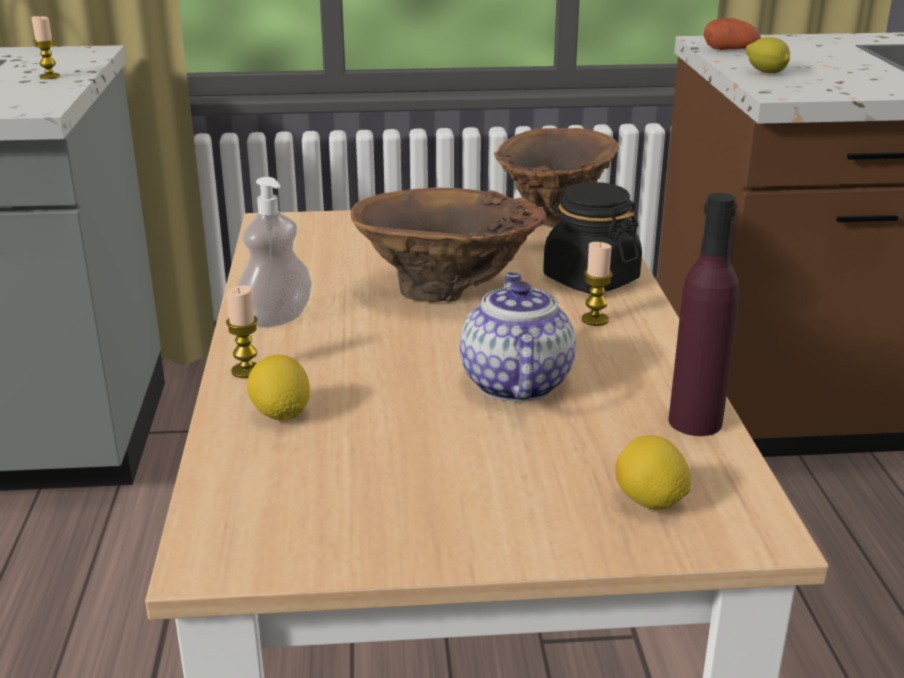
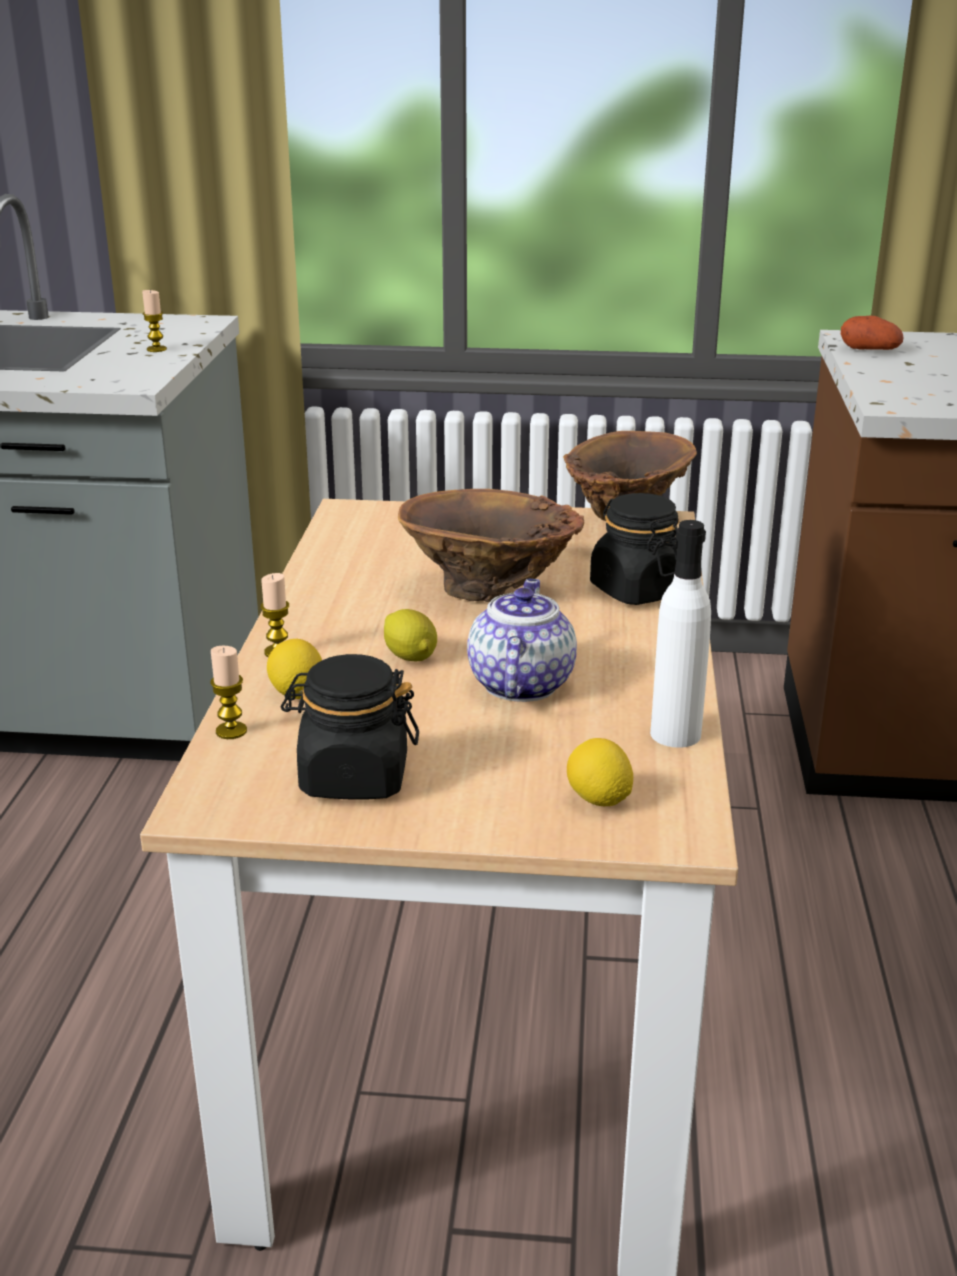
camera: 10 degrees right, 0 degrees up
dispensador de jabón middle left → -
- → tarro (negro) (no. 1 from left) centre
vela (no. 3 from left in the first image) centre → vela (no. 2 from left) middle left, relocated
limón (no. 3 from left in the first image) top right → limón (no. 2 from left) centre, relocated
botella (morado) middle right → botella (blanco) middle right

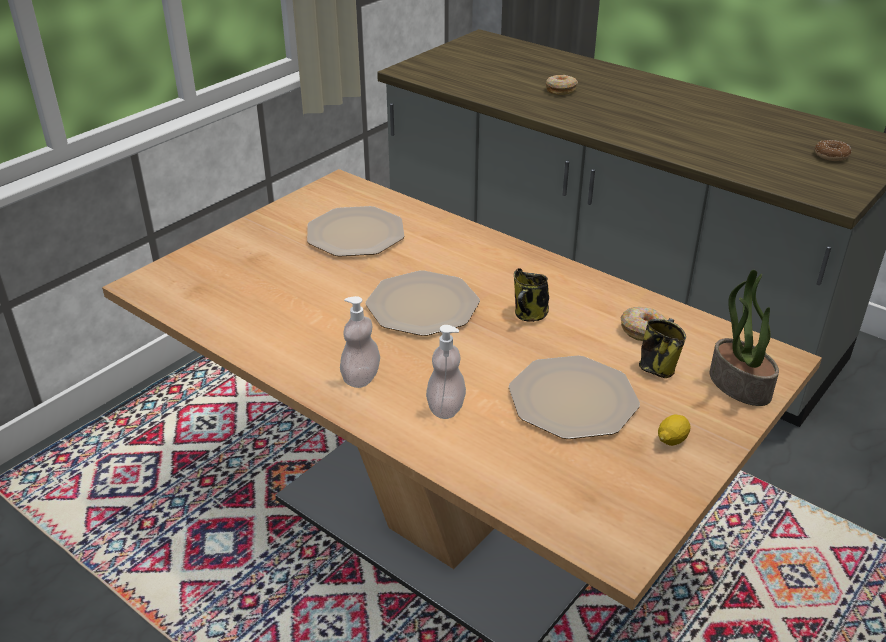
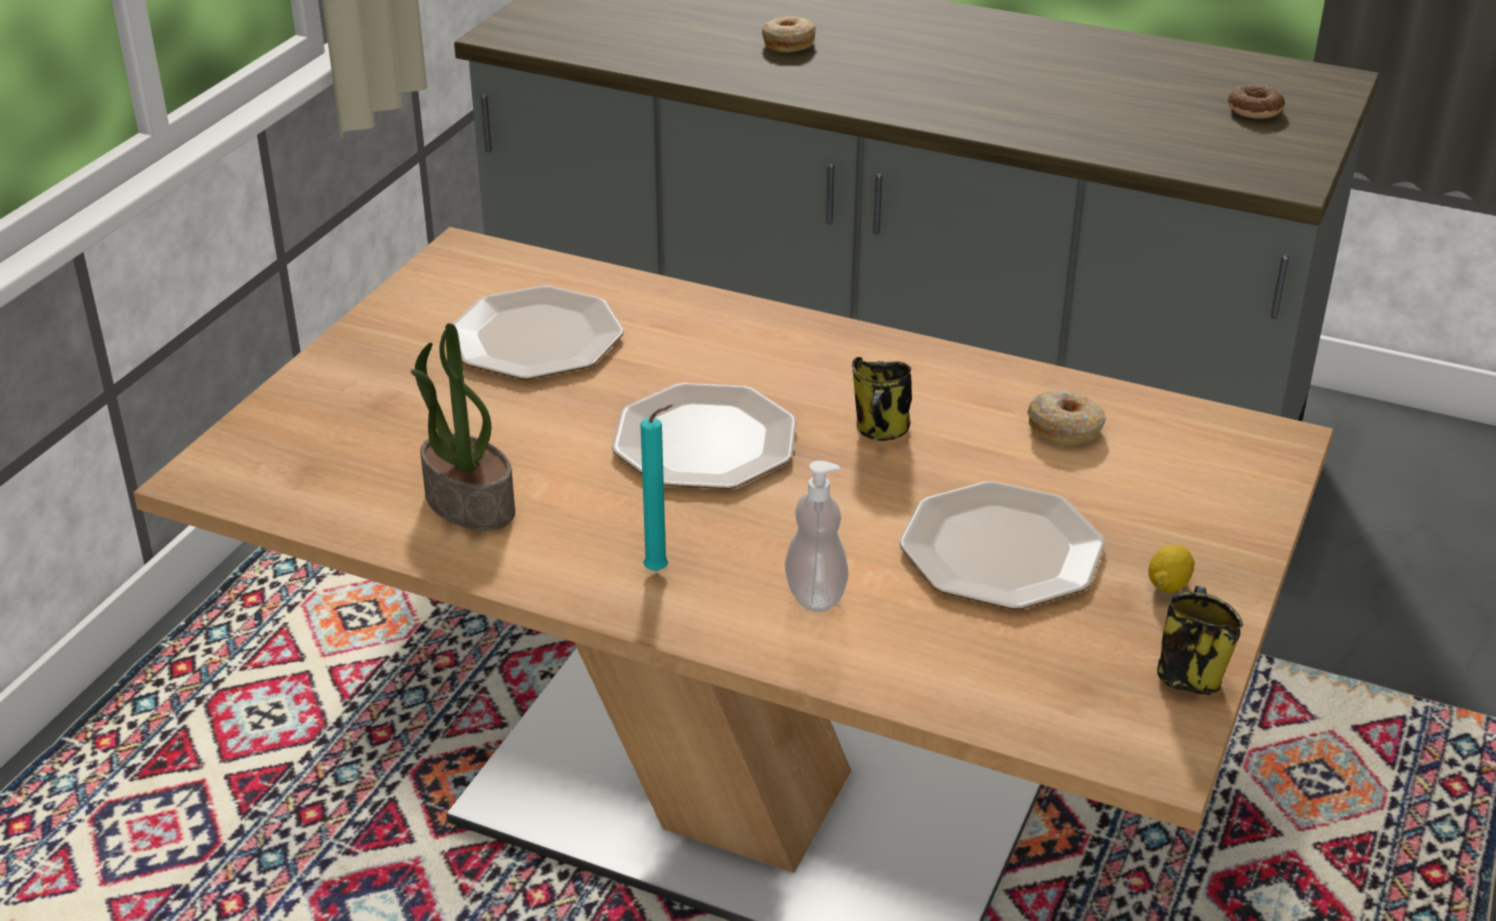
camera: 15 degrees left, 0 degrees up
taza grande (no. 2 from left) middle right → taza grande (no. 2 from left) bottom right, relocated
planta en maceta middle right → planta en maceta middle left, relocated
dispensador de jabón (no. 1 from left) centre → vela (turquesa) centre

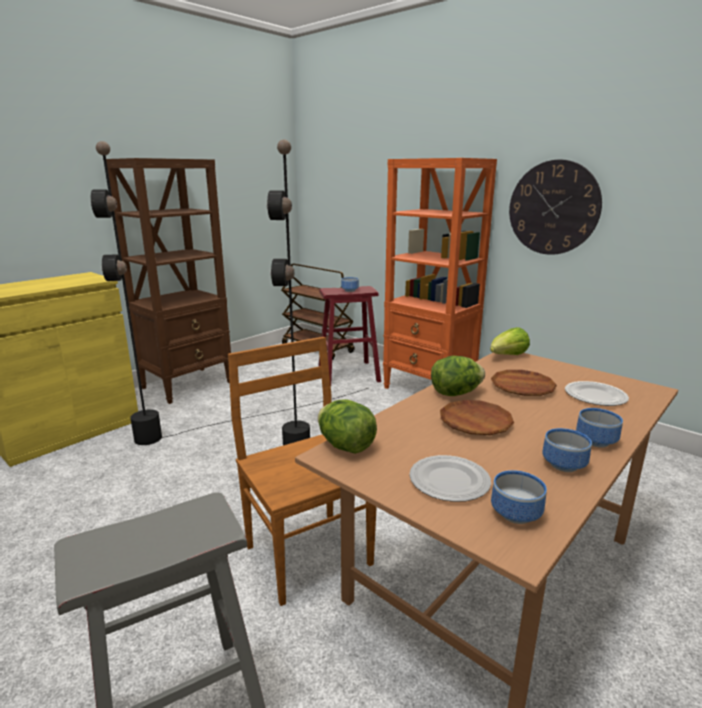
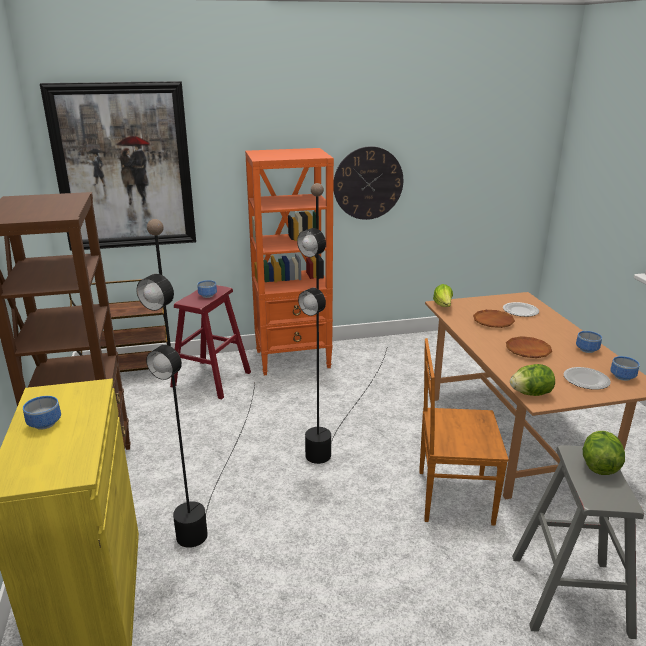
camera: 55 degrees left, 5 degrees up
- → cuadro top left
lechuga (no. 2 from left in the first image) centre → lechuga (no. 3 from left) bottom right, relocated
cuenco (no. 4 from left in the first image) middle right → cuenco (no. 1 from left) middle left, relocated

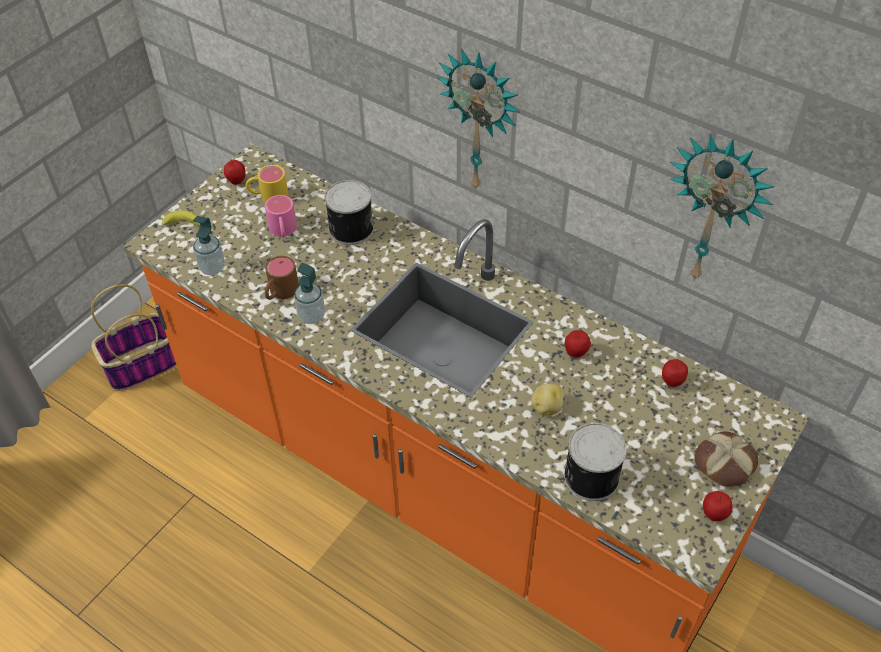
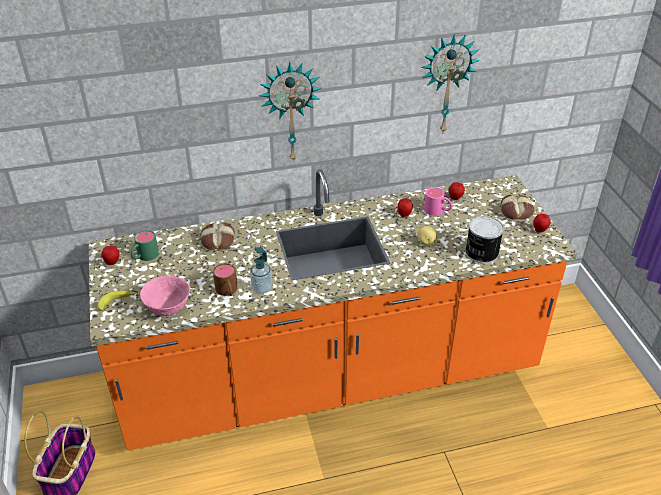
camera: 50 degrees left, 10 degrees down
taza grande (rosa) top left → taza grande (rosa) centre, relocated
dispensador de jabón (no. 1 from left) middle left → cuenco (rosa) middle left
lata (no. 1 from left) top centre → pan (no. 1 from left) middle left
taza grande (amarillo) top left → taza grande (verde) middle left

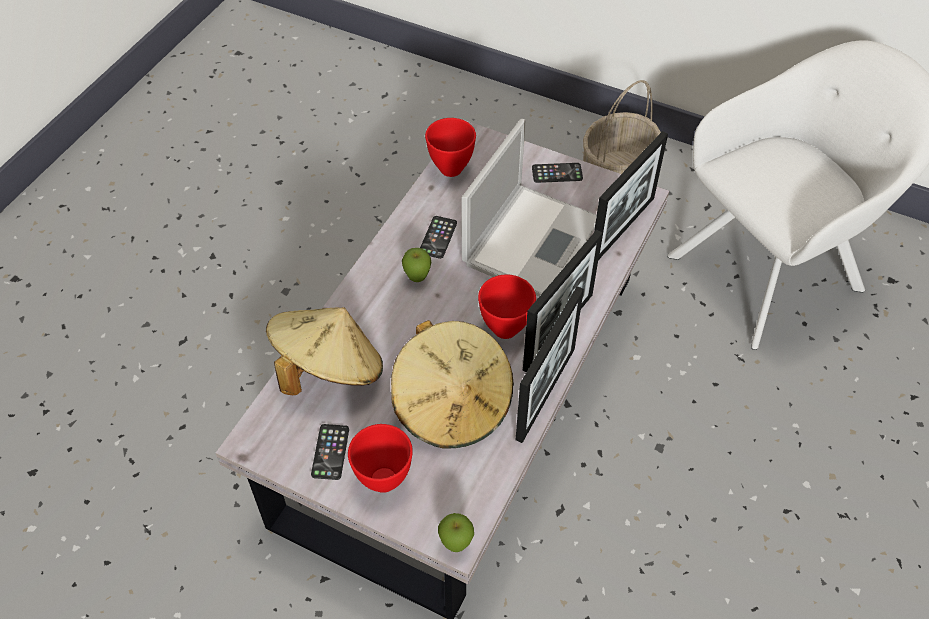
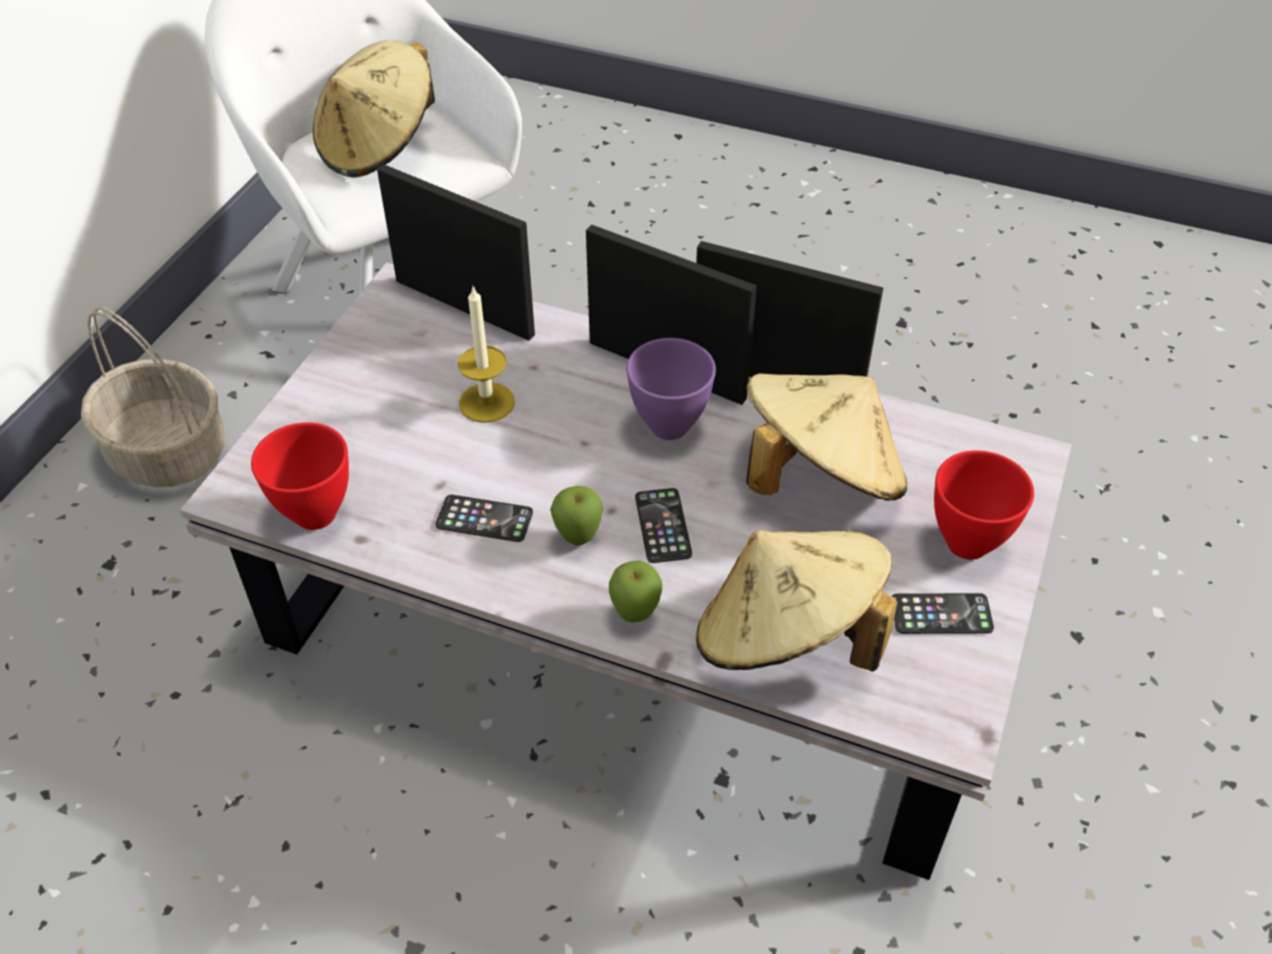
camera: 95 degrees left, 5 degrees down
- → sombrero (beis) (no. 1 from left) top left
manzana (no. 2 from left) bottom centre → manzana (no. 2 from left) centre, relocated
móvil (no. 3 from left in the first image) top centre → móvil (no. 2 from left) centre, relocated
portátil centre → vela centre
cuenco (rojo) (no. 3 from left) centre → cuenco (morado) centre

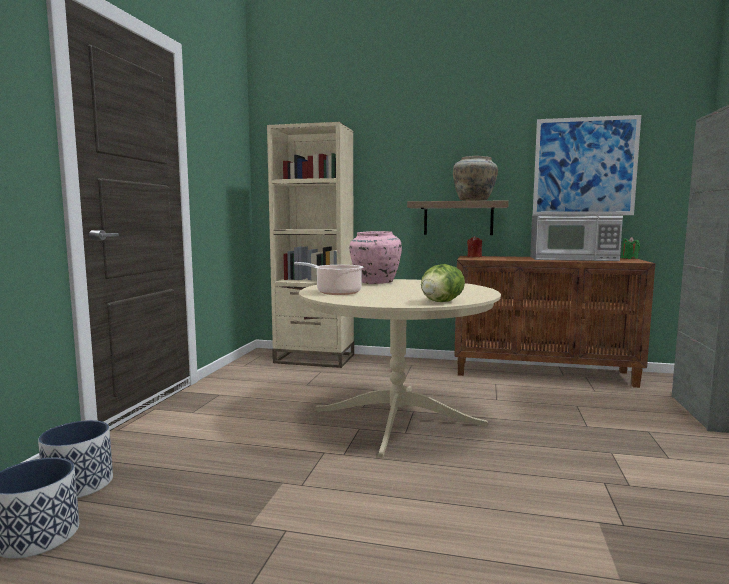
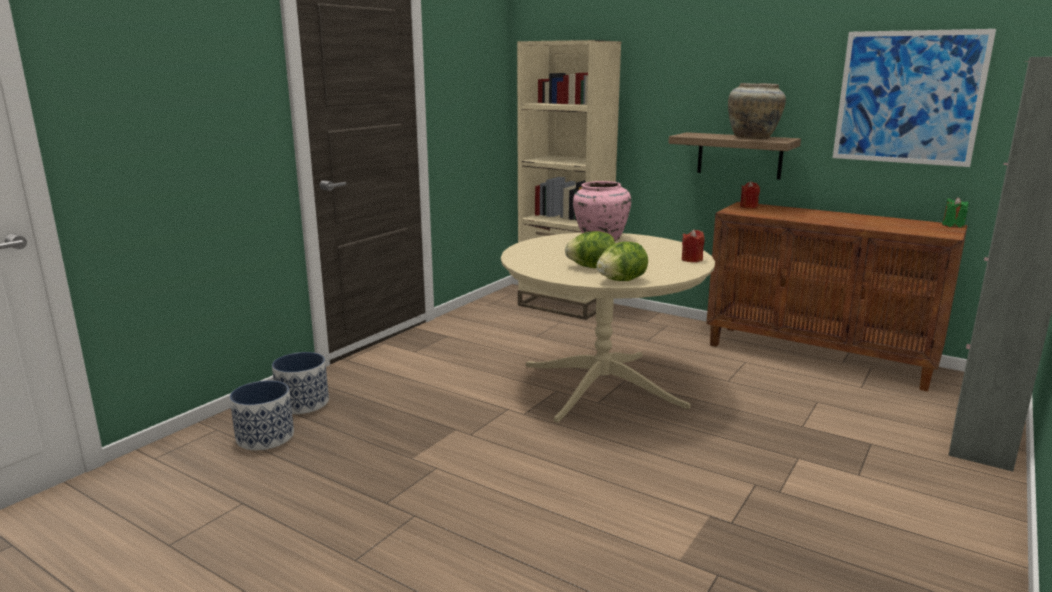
camera: 20 degrees right, 10 degrees up
olla centre → -
microondas middle right → -
- → lechuga (no. 1 from left) centre
- → vela (rojo) (no. 1 from left) centre

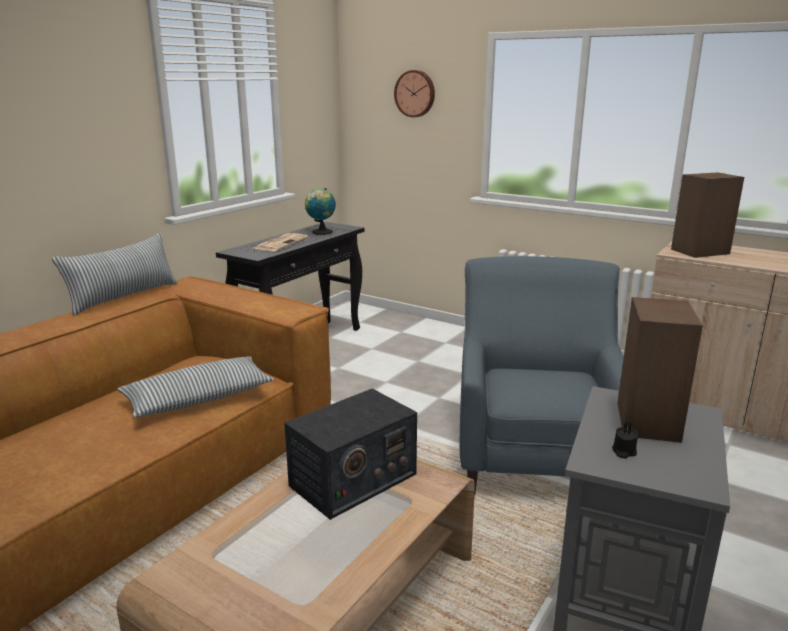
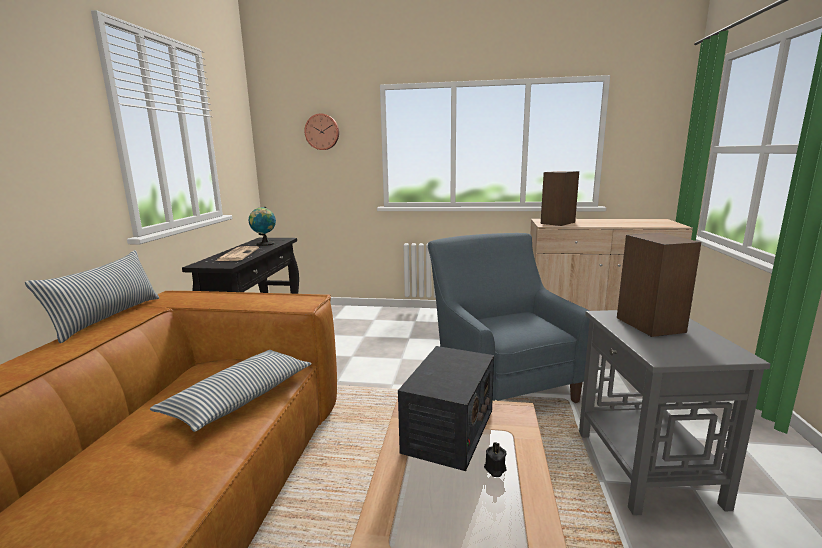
camera: 25 degrees left, 5 degrees down
vela (negro) bottom right → vela (negro) bottom centre, relocated

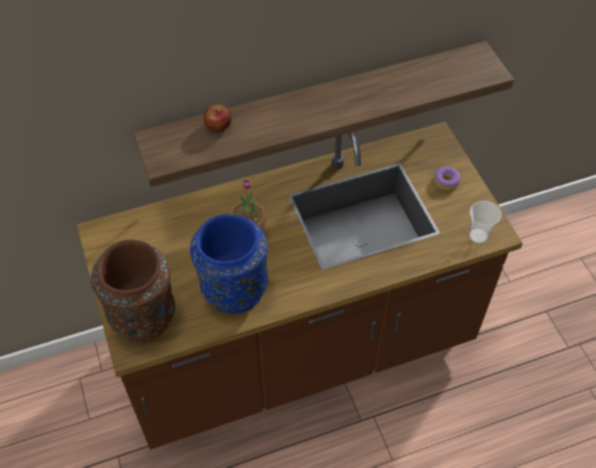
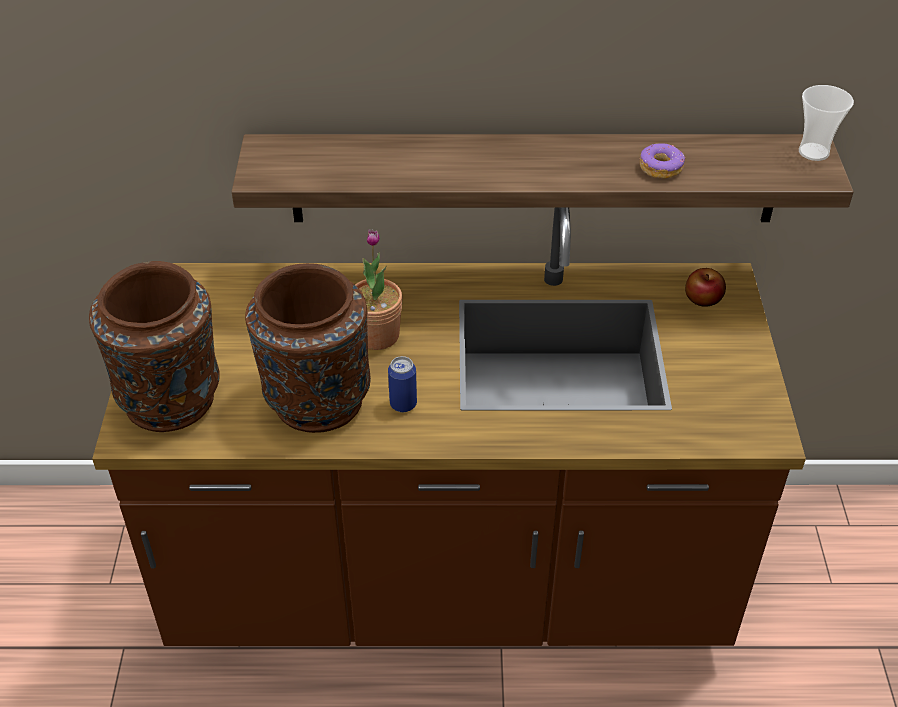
camera: 20 degrees right, 10 degrees down
- → lata centre
manzana top centre → manzana middle right, relocated
rosquilla middle right → rosquilla top right, relocated
taza middle right → taza top right, relocated
florero (azul) centre → florero (marrón) (no. 2 from left) centre

